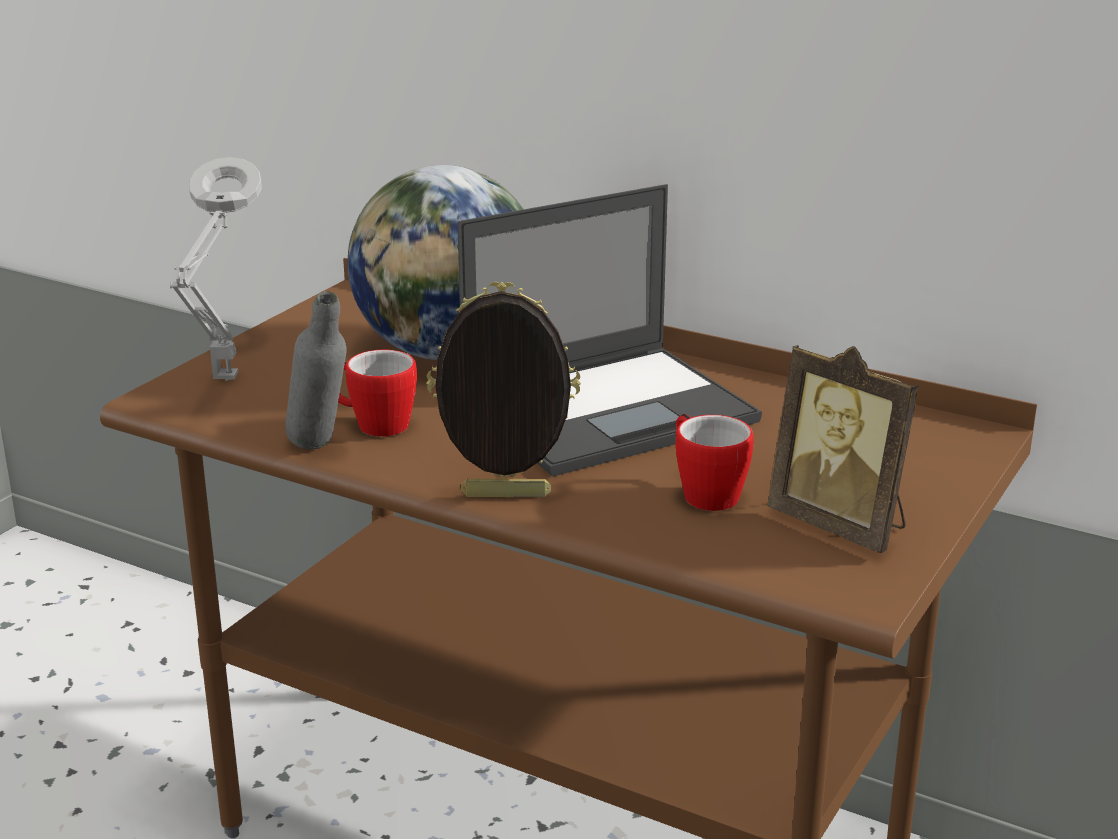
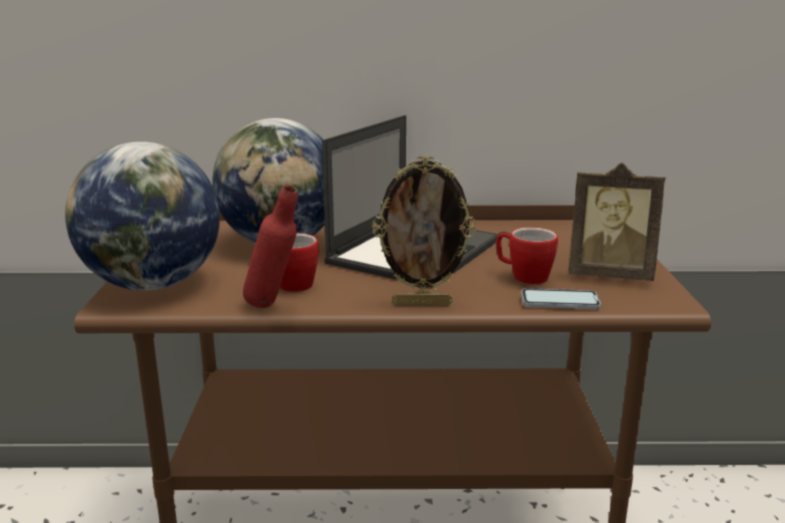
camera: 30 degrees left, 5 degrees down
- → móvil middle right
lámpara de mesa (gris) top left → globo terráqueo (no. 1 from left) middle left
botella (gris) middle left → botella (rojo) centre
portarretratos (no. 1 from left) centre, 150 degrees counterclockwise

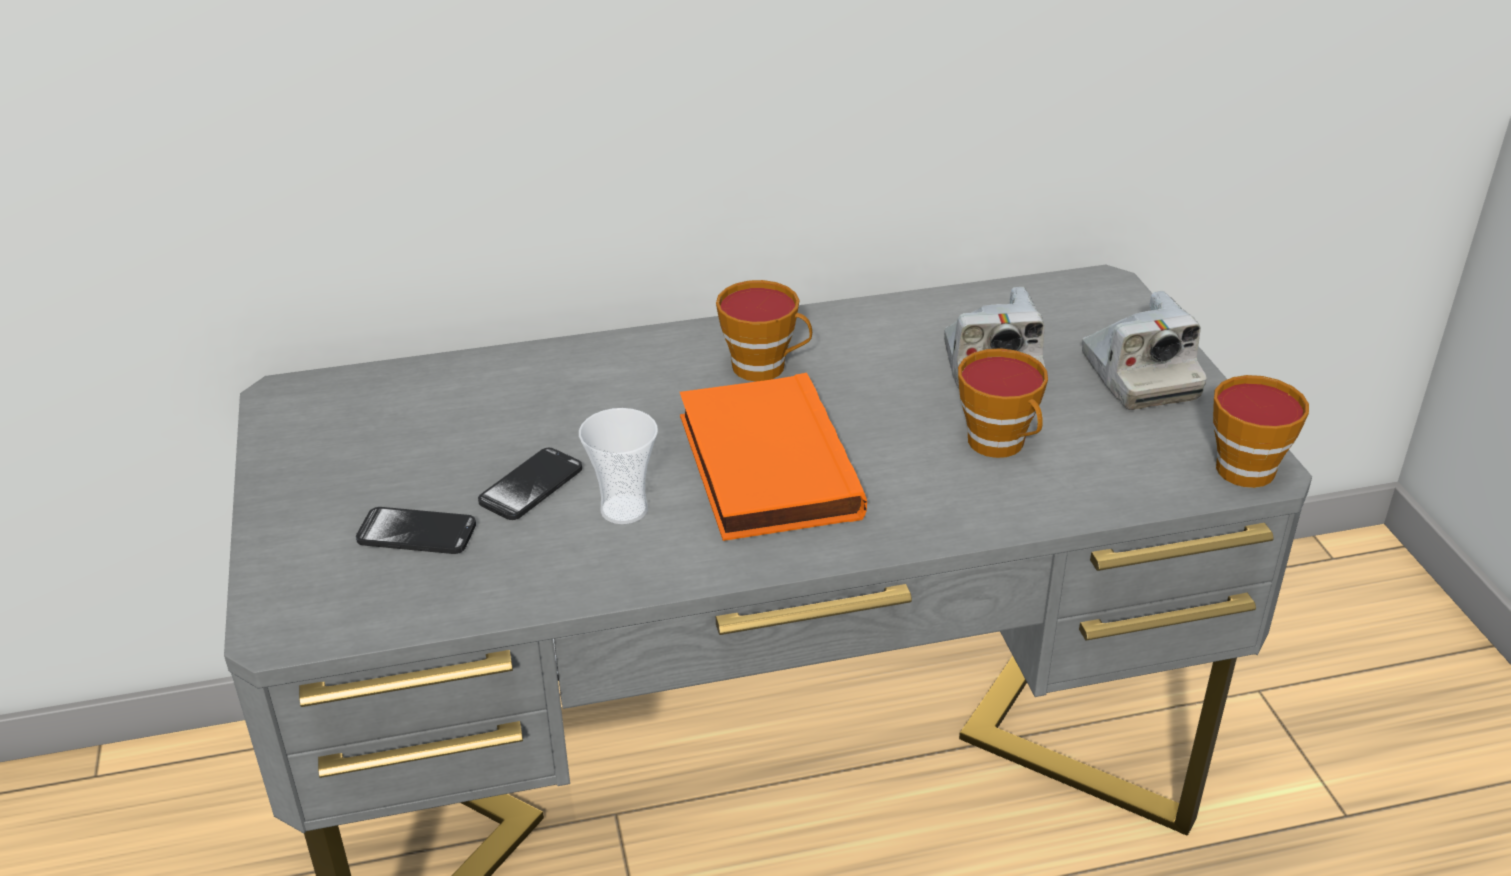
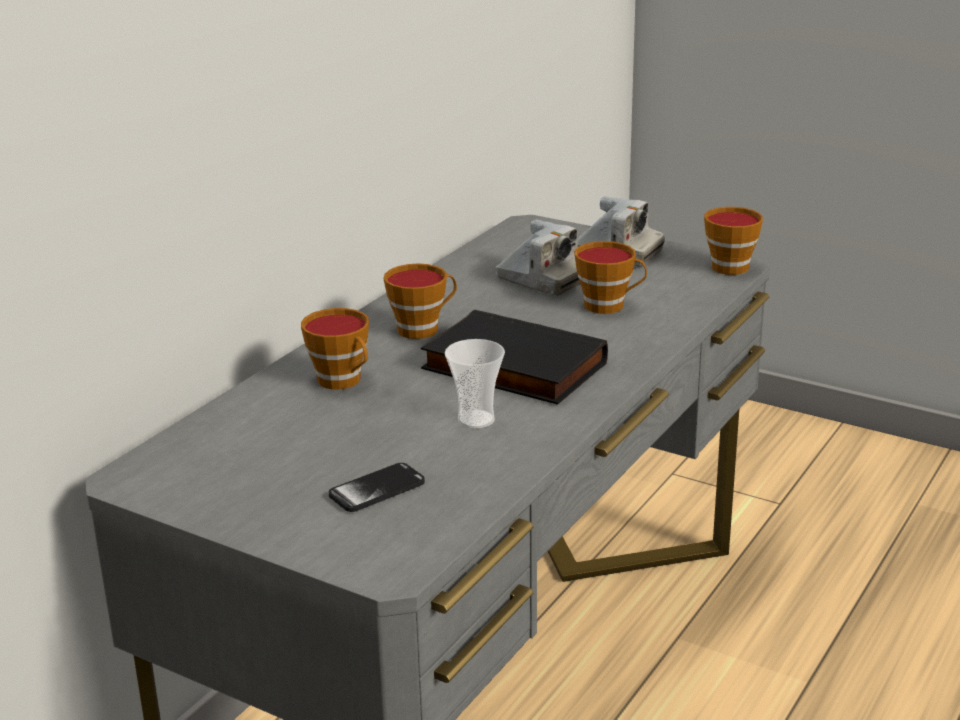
camera: 45 degrees left, 10 degrees down
móvil (no. 2 from left) centre → -
- → taza (no. 1 from left) centre
libro (naranja) centre → libro (negro) centre

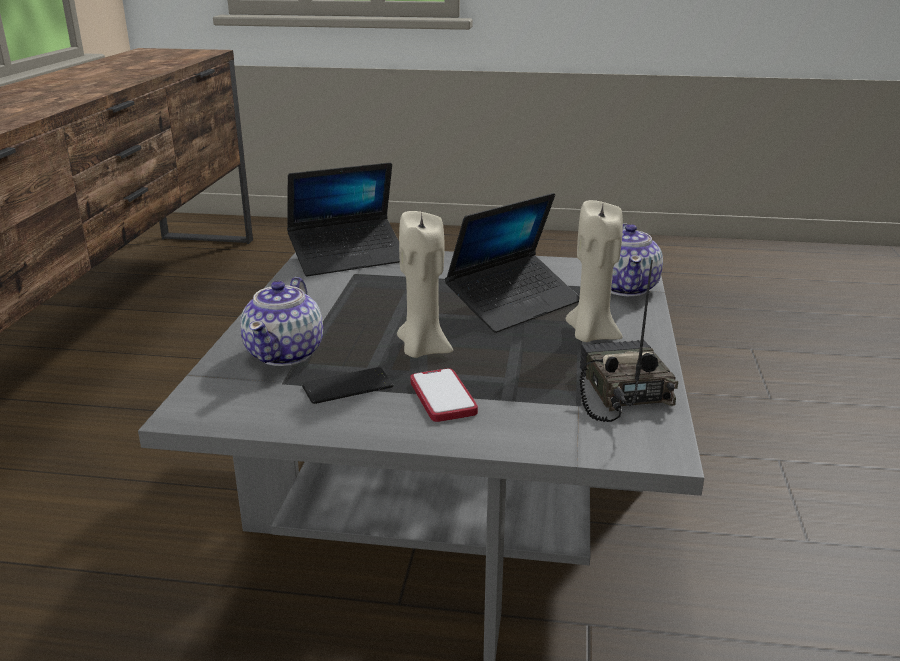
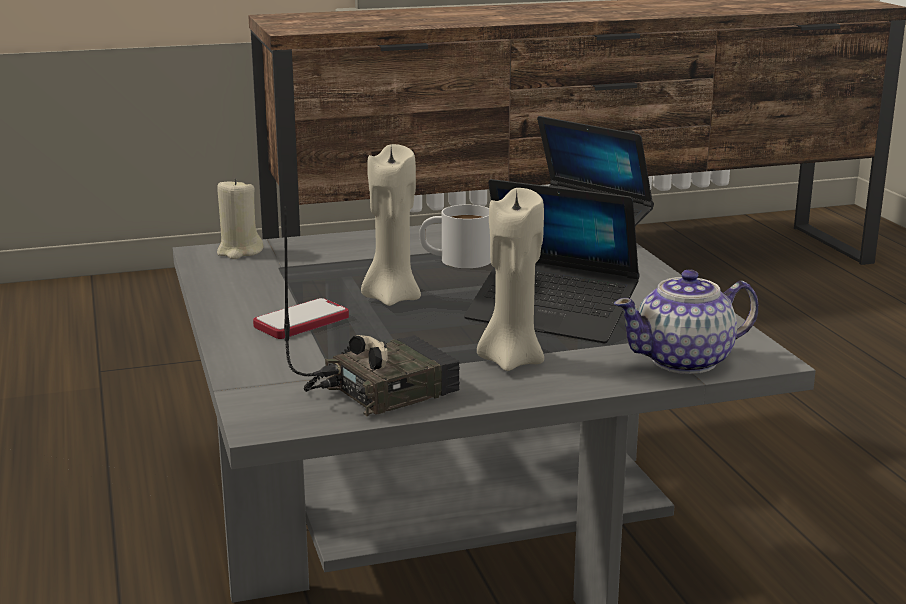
camera: 65 degrees right, 5 degrees down
tetera (no. 1 from left) middle left → -
móvil (no. 1 from left) centre → -
- → vela (beis) (no. 1 from left) middle left
- → taza grande (blanco) centre

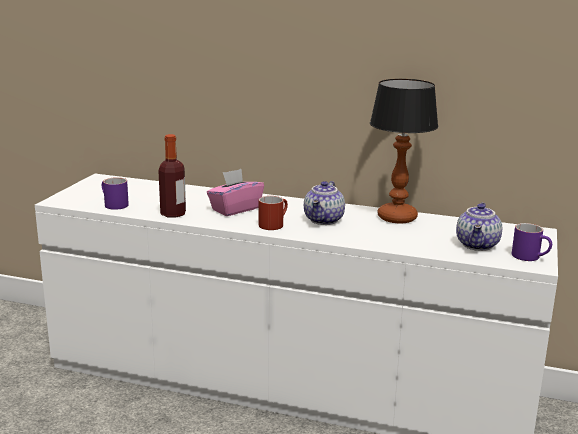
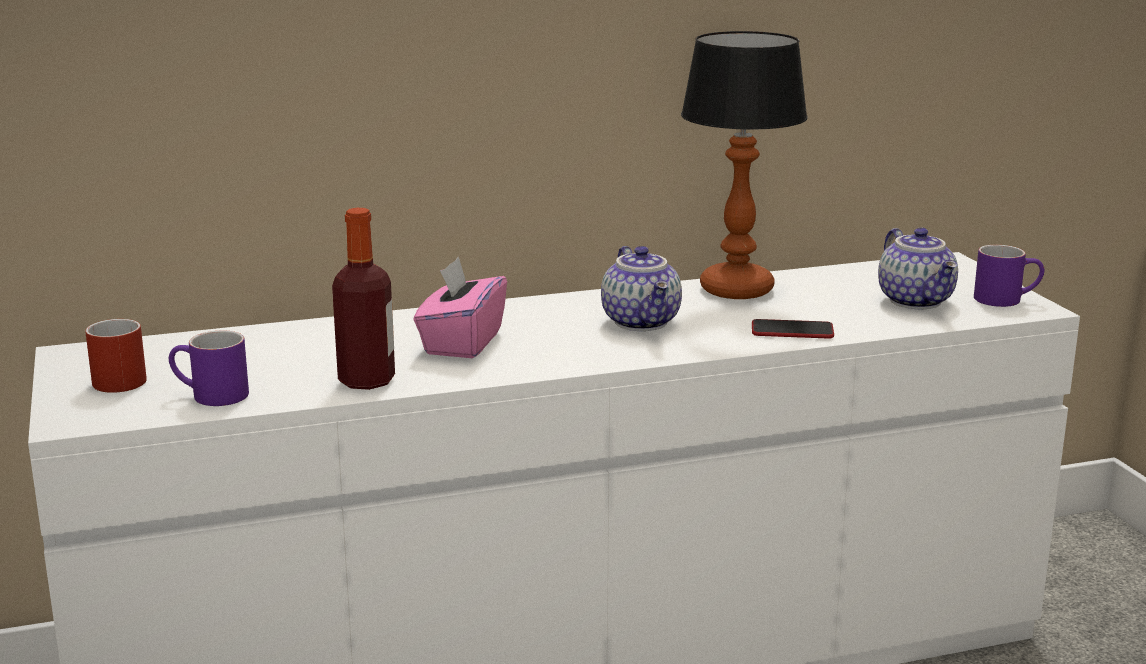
camera: 35 degrees left, 0 degrees up
- → móvil middle right
taza grande (rojo) centre → taza grande (rojo) middle left, relocated

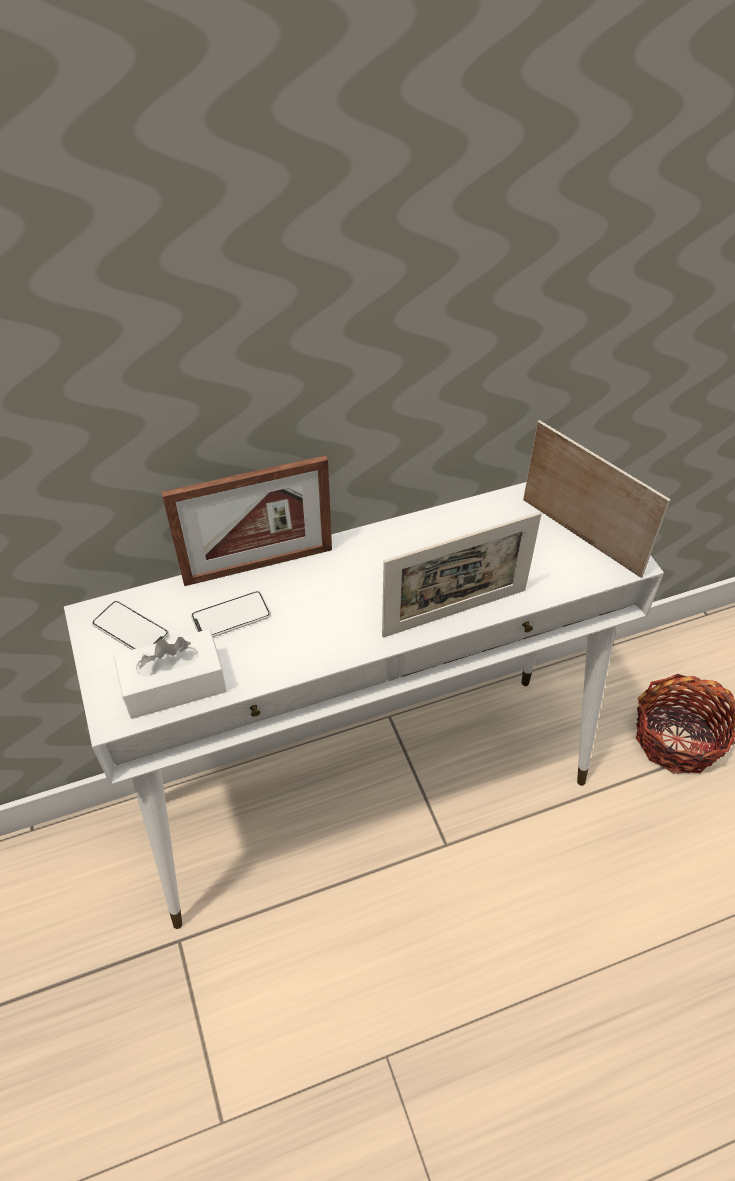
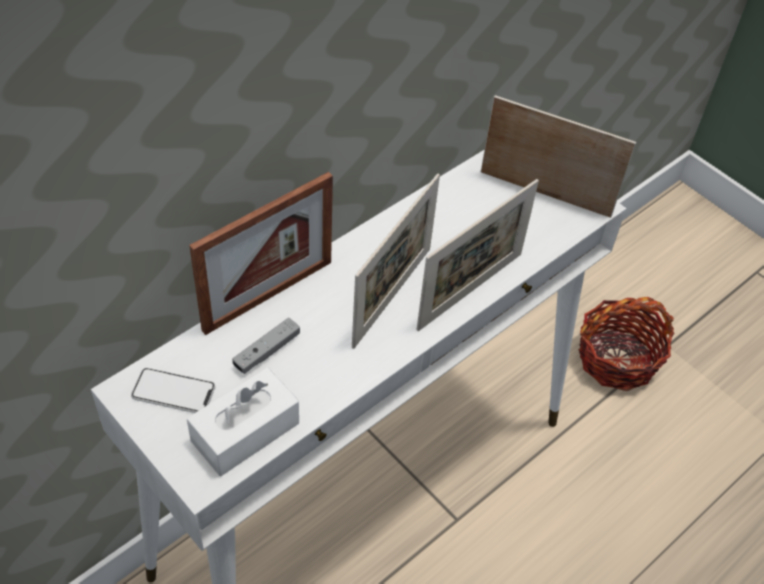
camera: 25 degrees left, 0 degrees up
- → portarretratos (no. 2 from left) centre
móvil (no. 2 from left) middle left → mando de consola (gris) centre

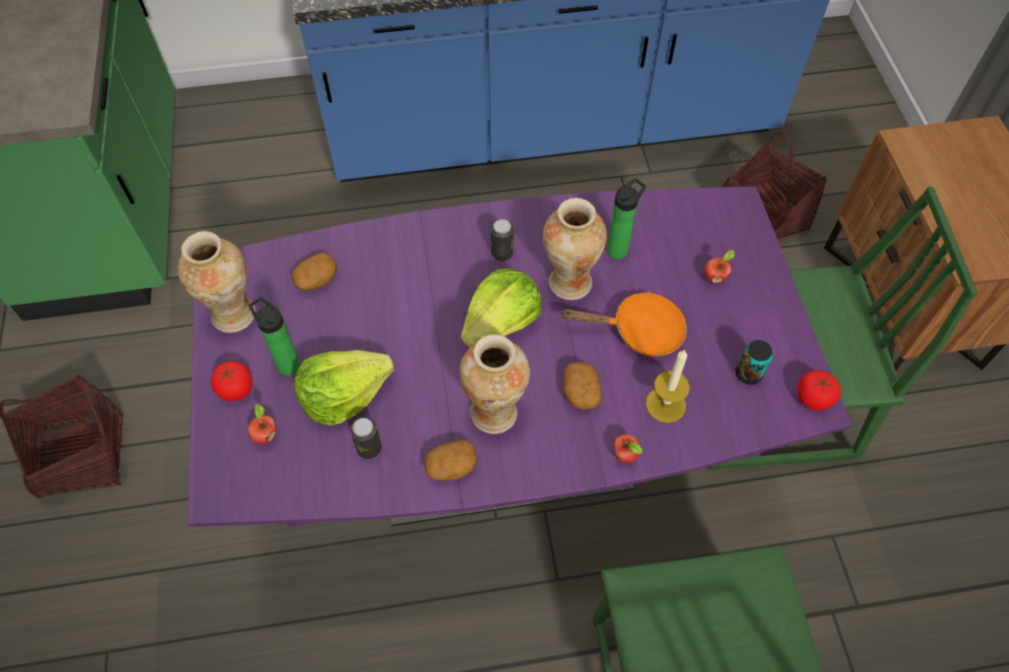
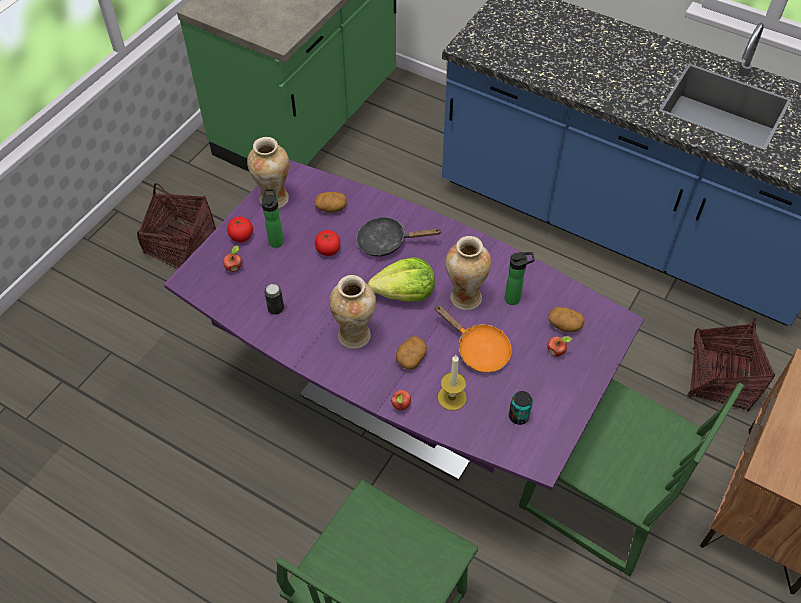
camera: 40 degrees right, 5 degrees down
lechuga (no. 1 from left) centre → -
lata (no. 2 from left) centre → -
- → sartén (negro) centre
patata (no. 2 from left in the first image) bottom centre → patata (no. 3 from left) middle right, relocated
tomate (no. 2 from left) middle right → tomate (no. 2 from left) centre, relocated

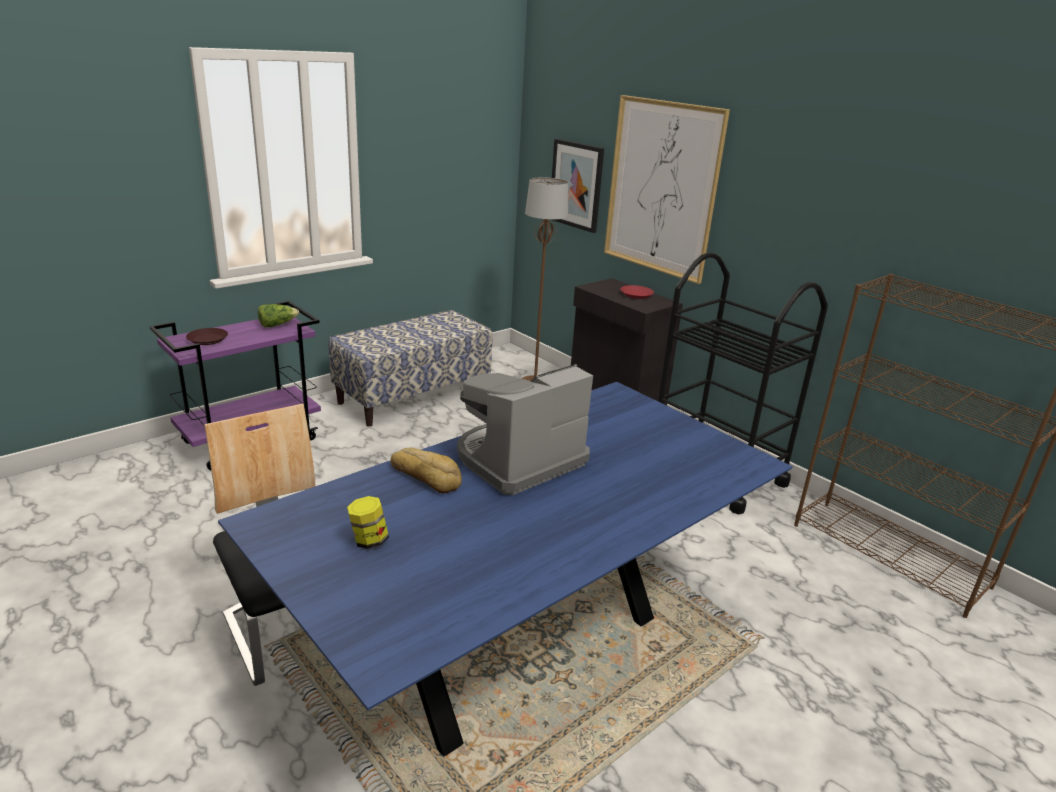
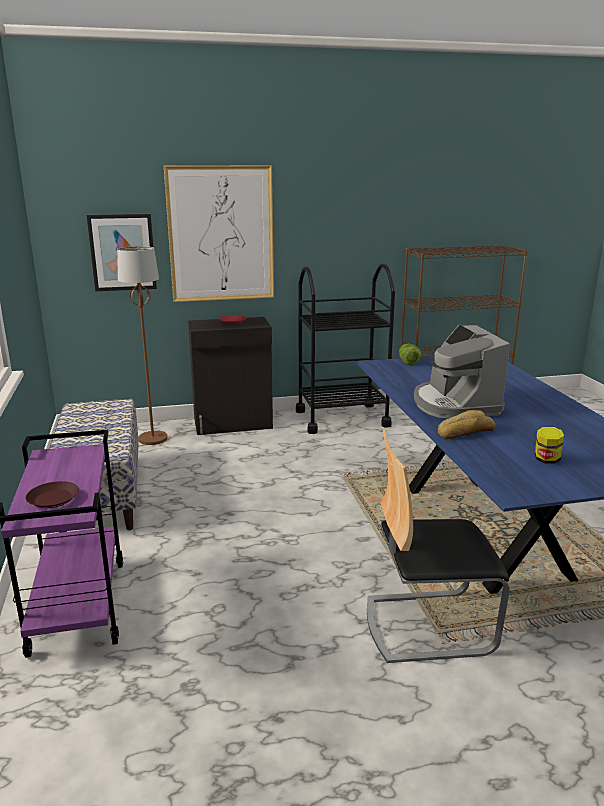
camera: 60 degrees left, 5 degrees down
lechuga middle left → lechuga middle right, relocated

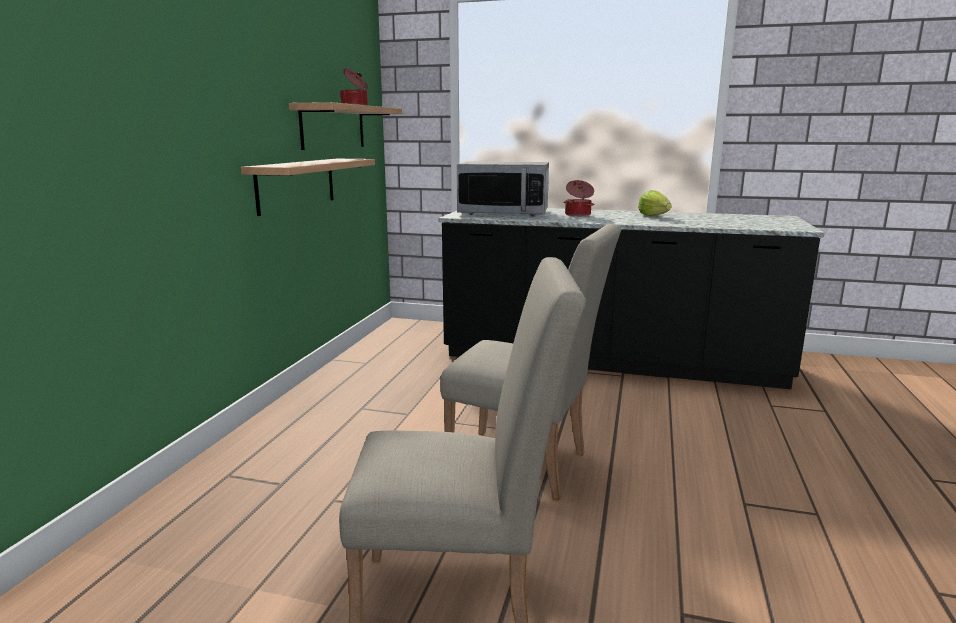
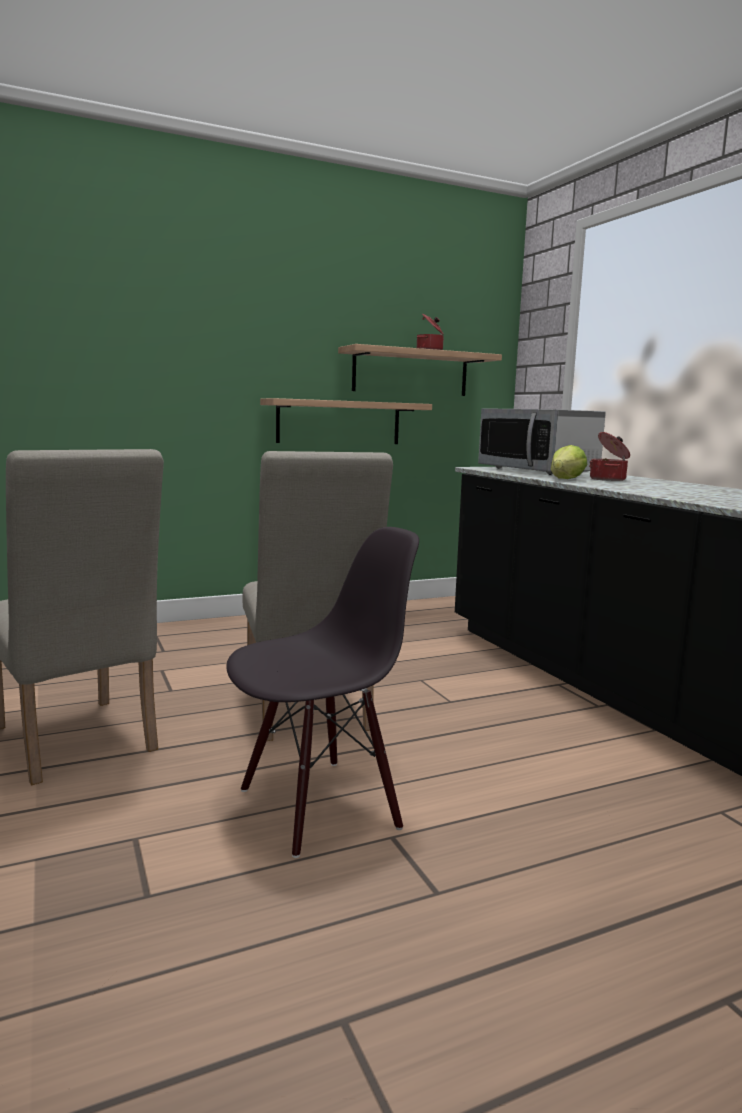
camera: 50 degrees right, 5 degrees down
- → silla (negro) centre
lechuga top right → lechuga middle right, relocated

